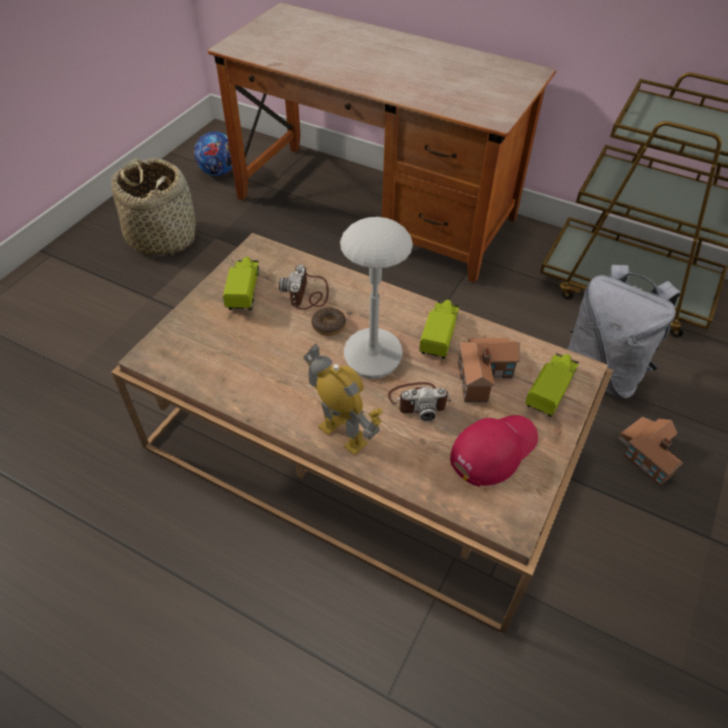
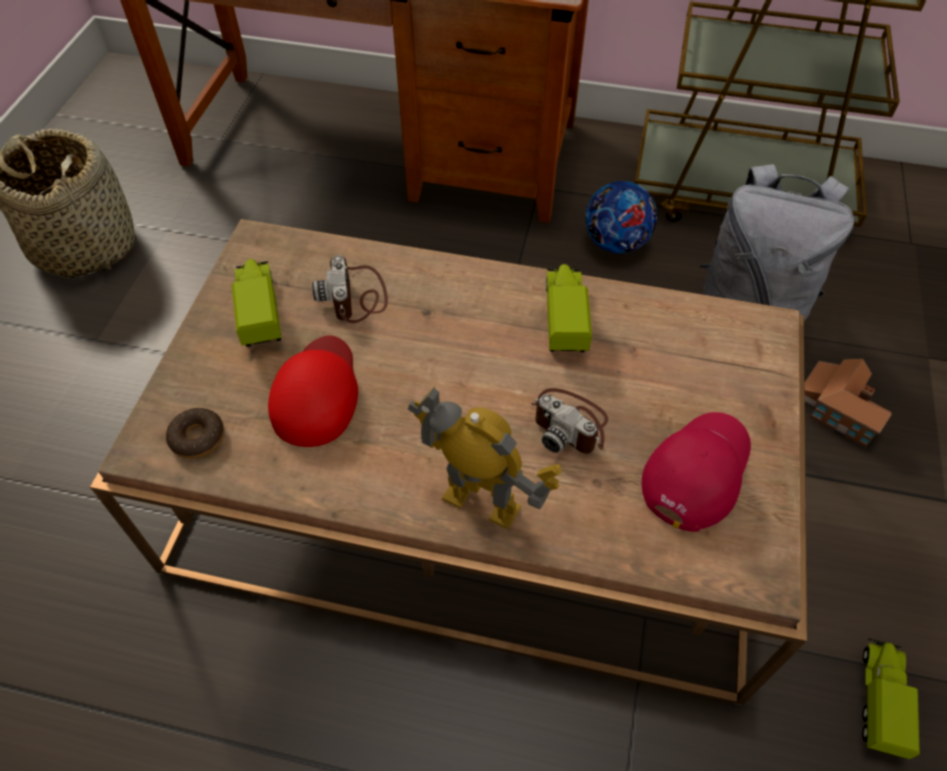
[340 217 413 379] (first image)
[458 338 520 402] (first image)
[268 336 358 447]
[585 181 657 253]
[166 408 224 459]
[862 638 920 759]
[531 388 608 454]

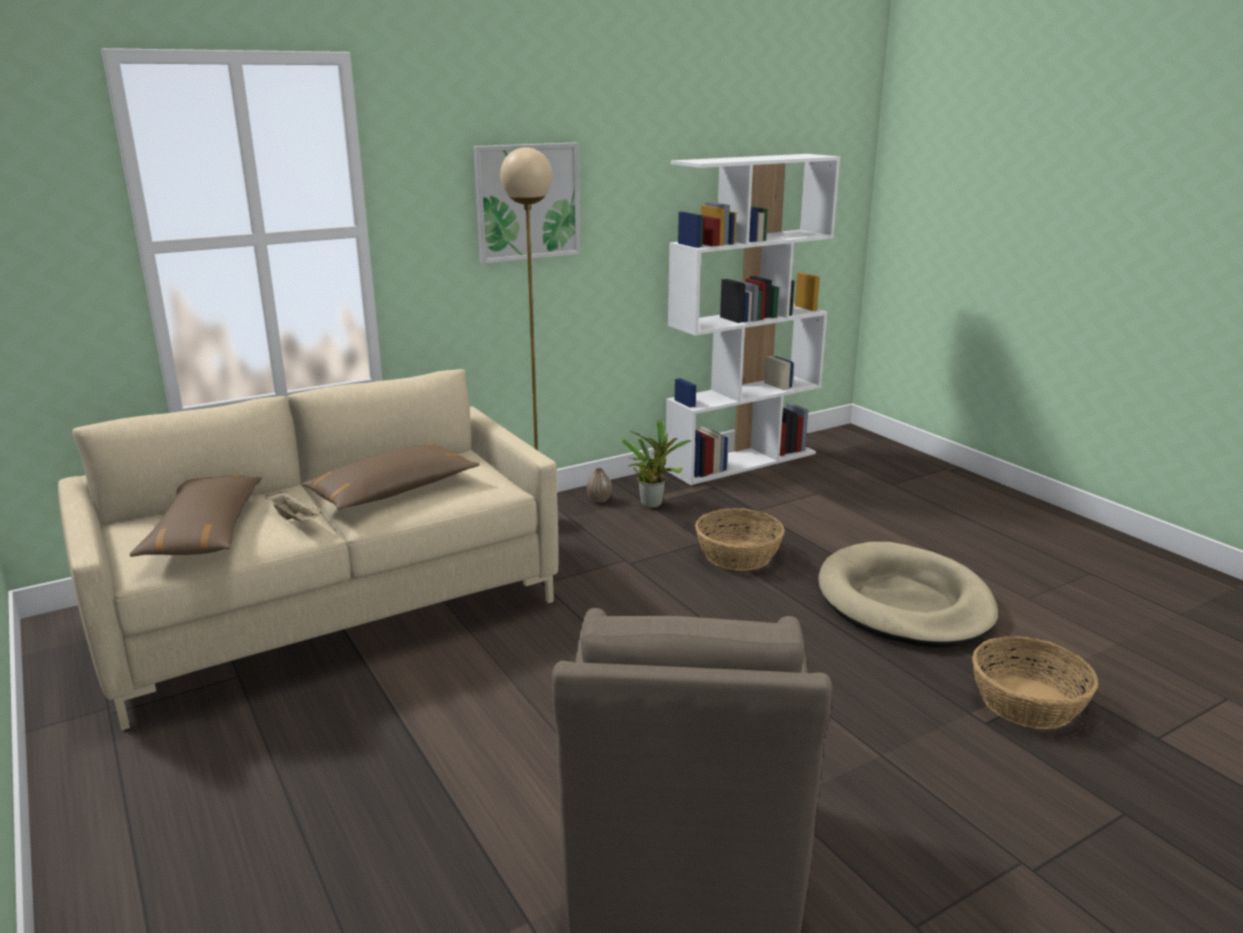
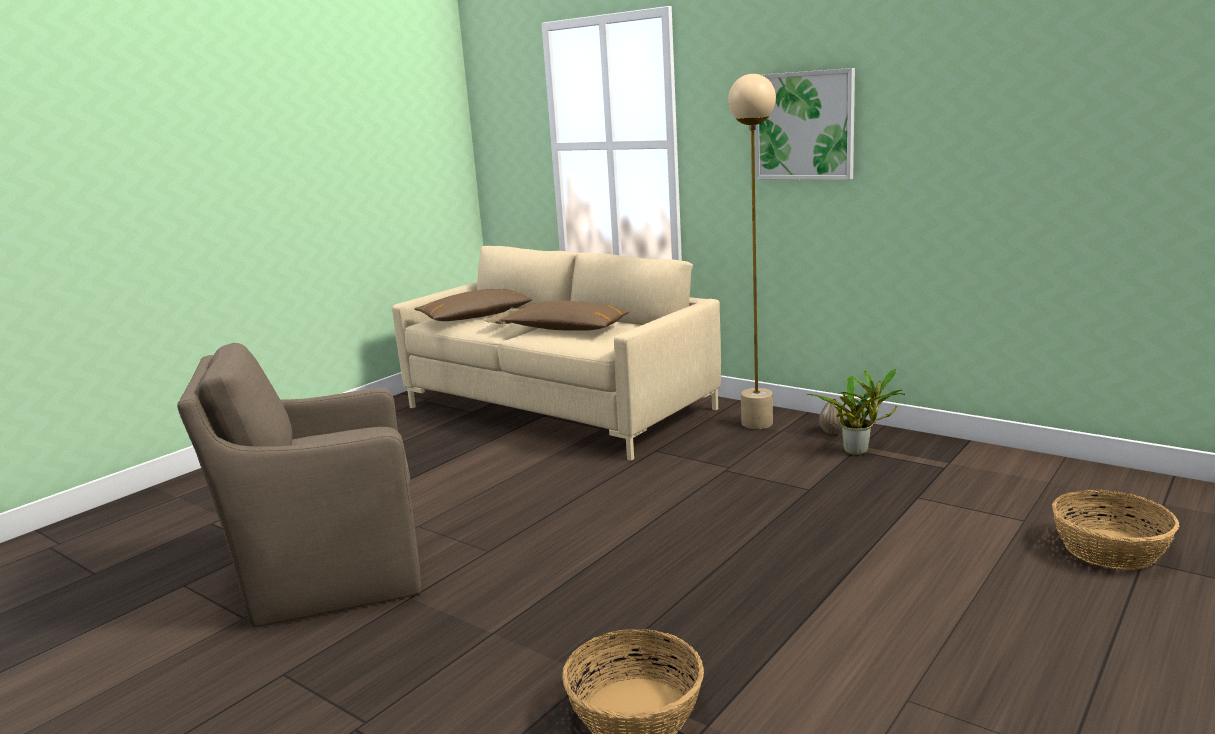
[665 154 840 485] (first image)
[818 542 998 647] (first image)
[1052 490 1179 570]

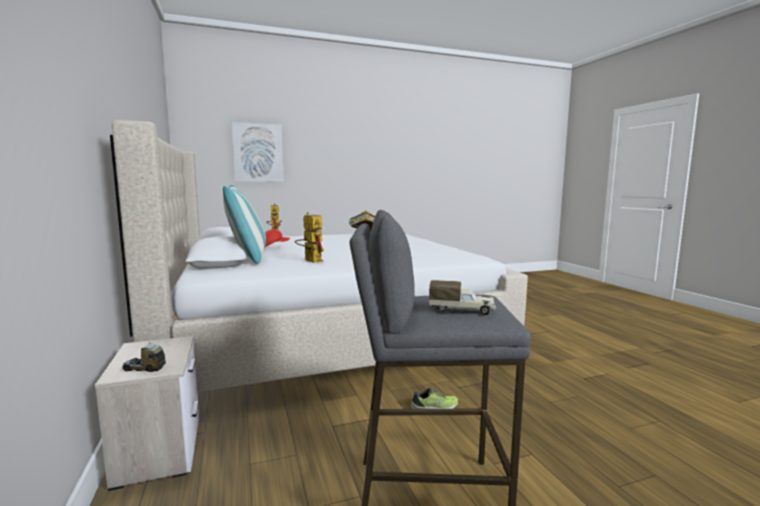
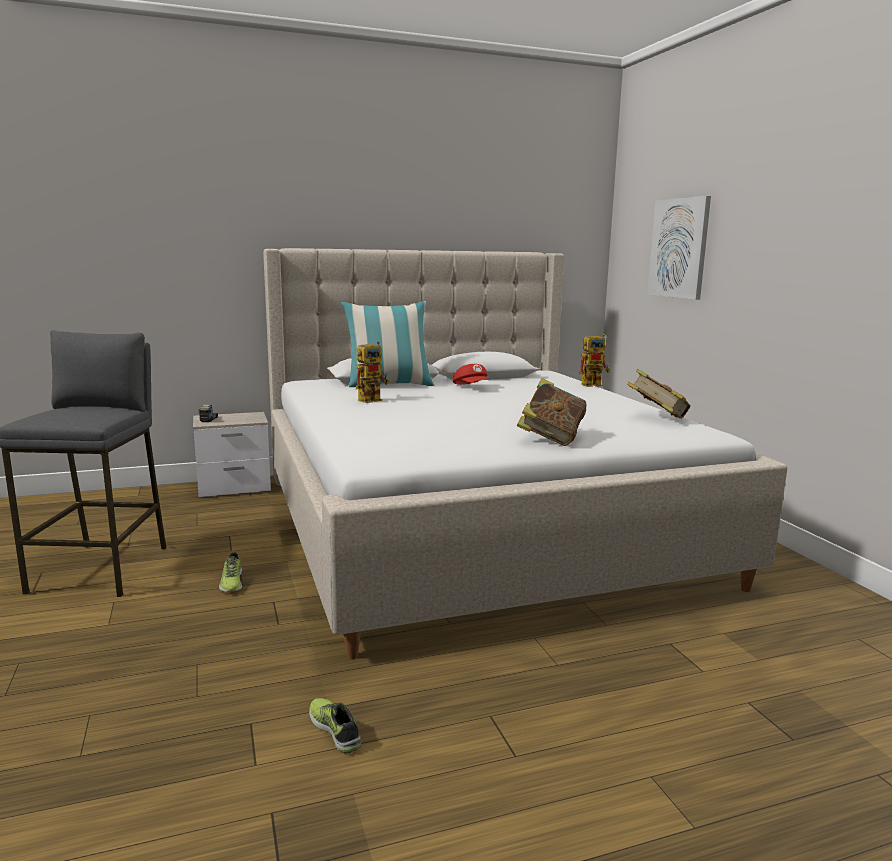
[429 280 496 315] (first image)
[309 698 361 753]
[517 378 587 446]

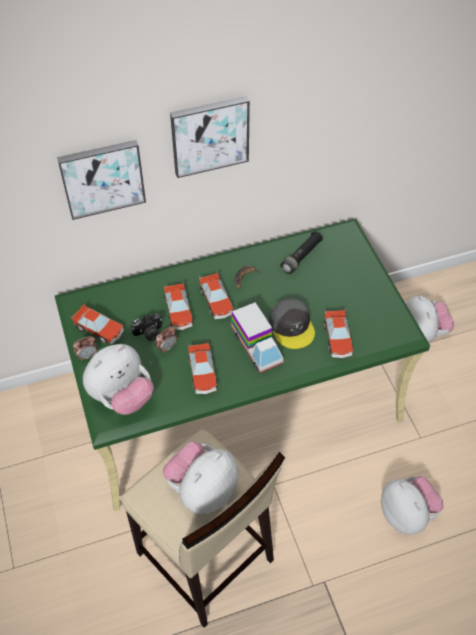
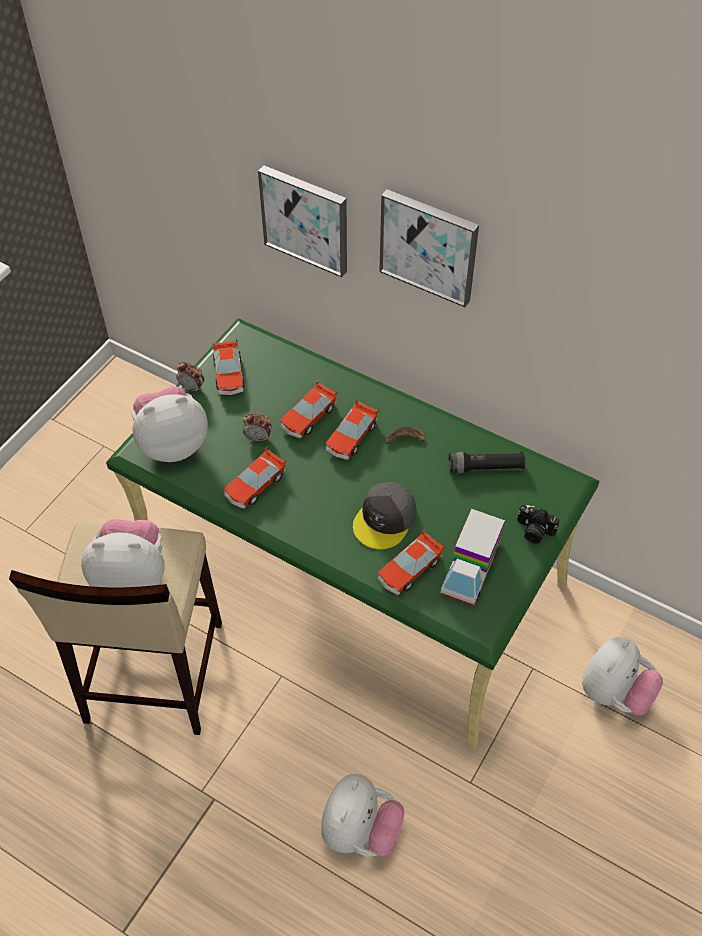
[517 505 560 544]
[440 509 505 606]
[132 386 208 462]

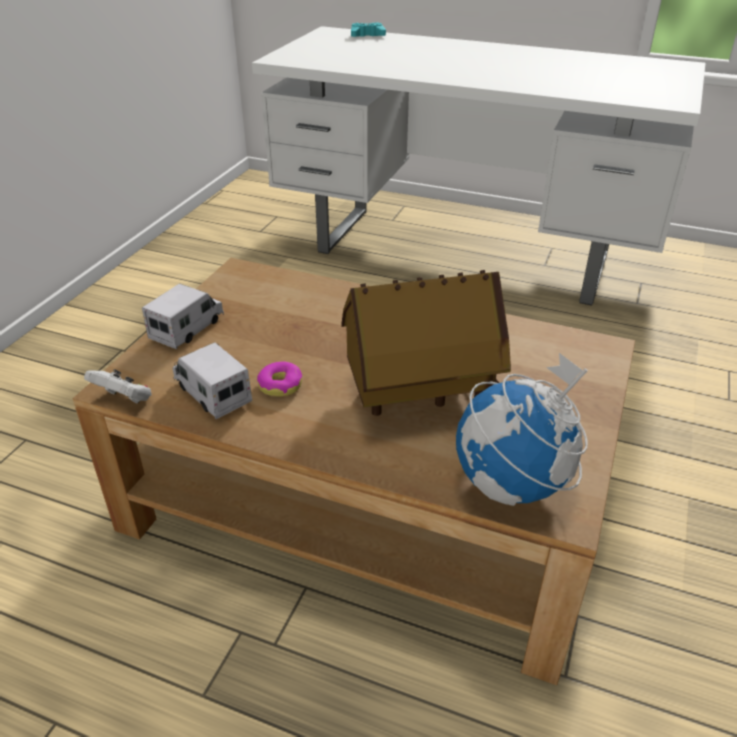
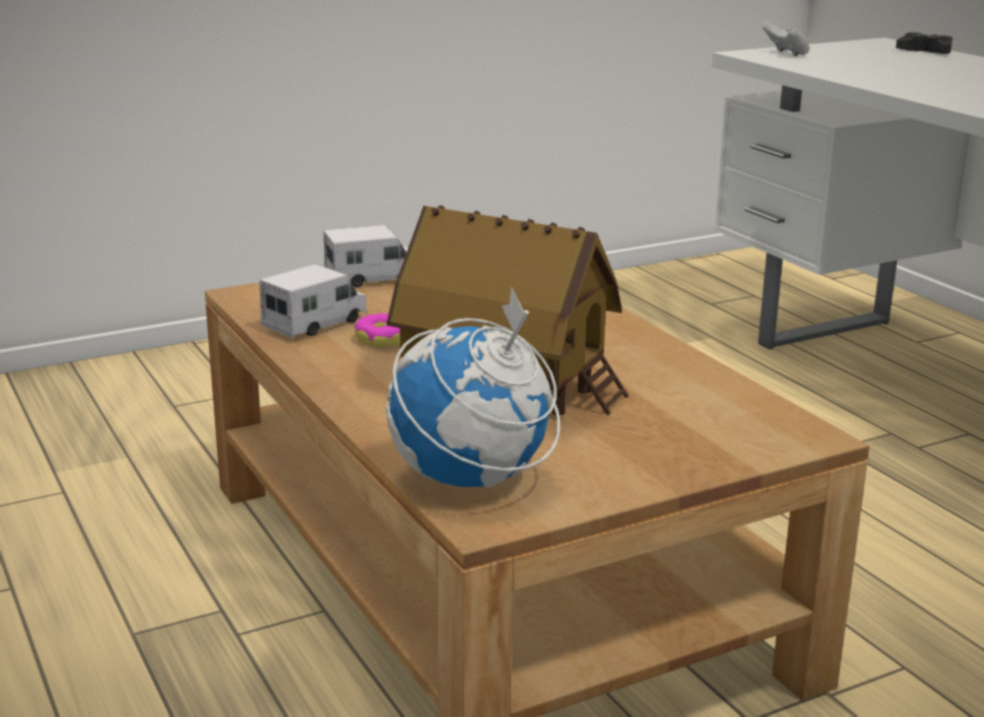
[762 21 810 56]
[896 32 953 54]
[259 264 367 338]

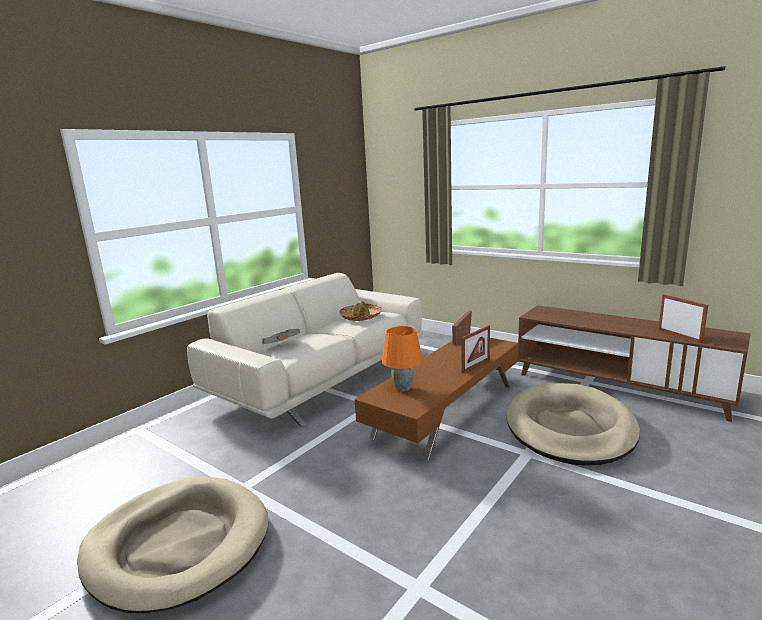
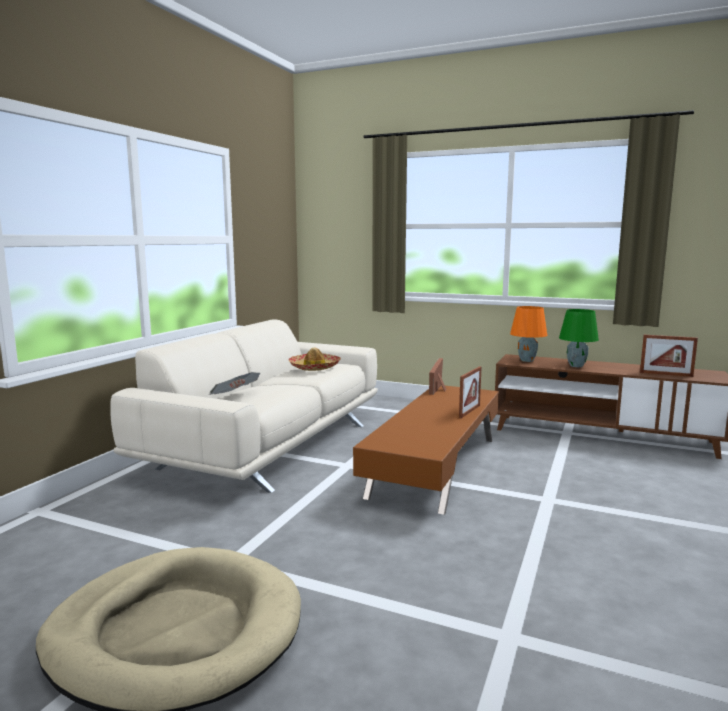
[507 383 640 465] (first image)
[559 309 599 367]
[510 306 547 362]
[640 335 698 377]

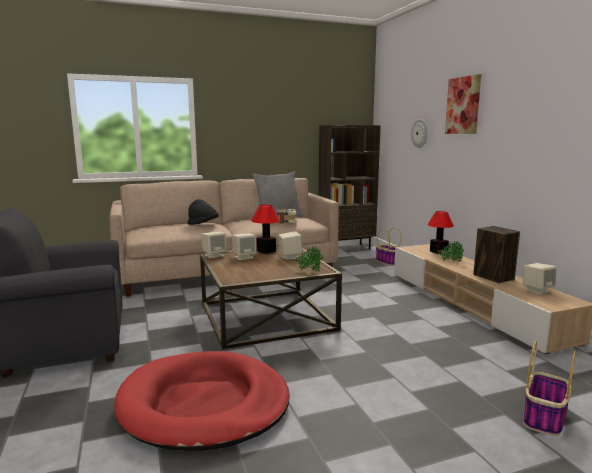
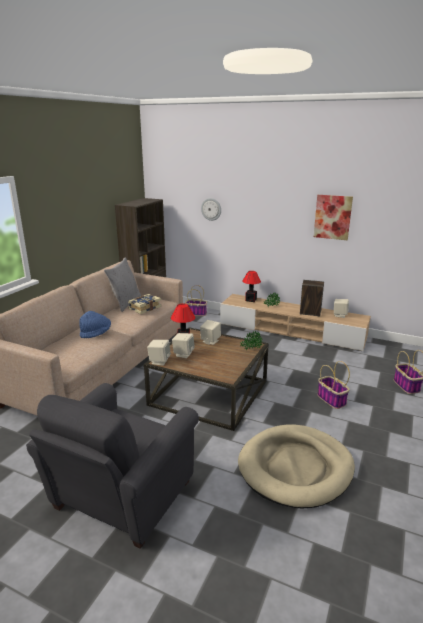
[317 361 350 409]
[314 195 353 240]
[238 424 355 508]
[79 311 111 338]

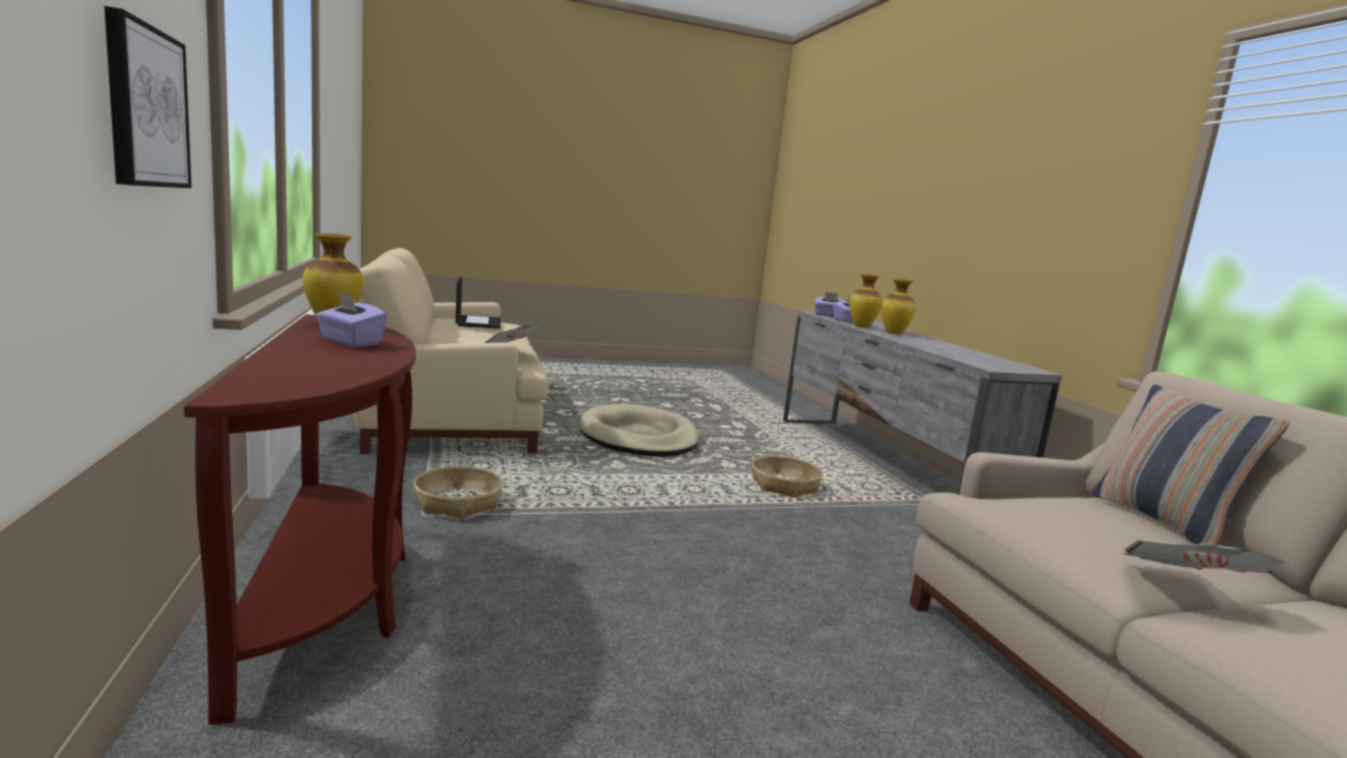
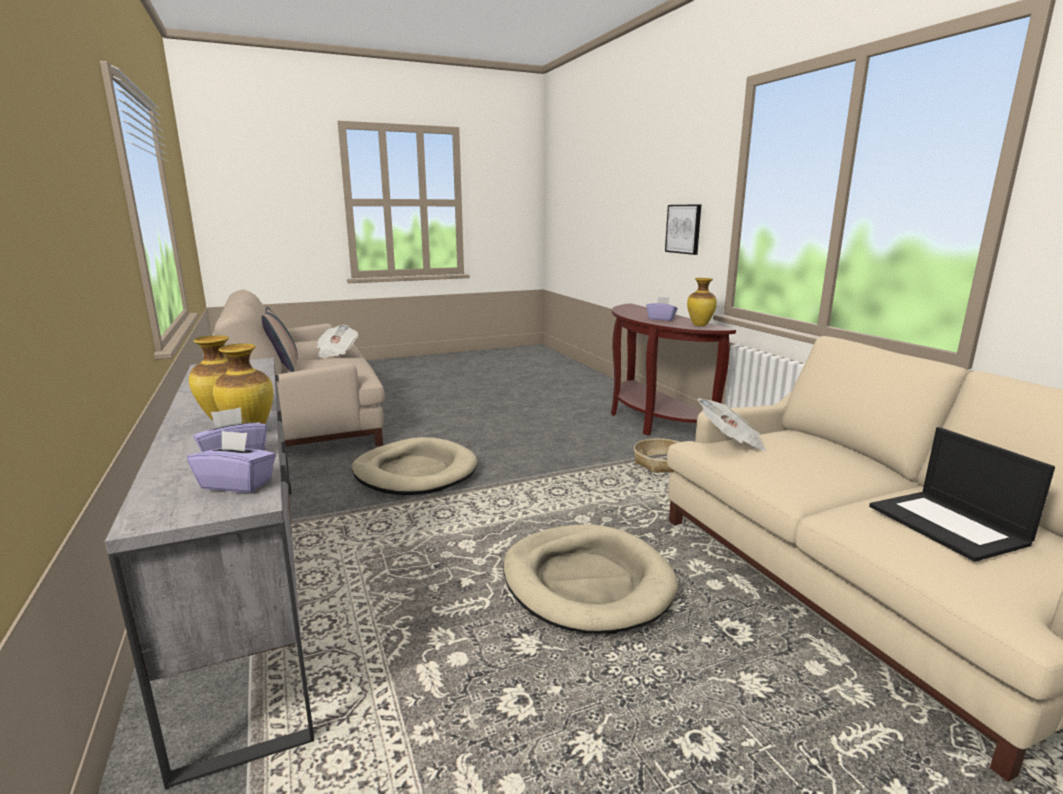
[752 456 823 498] (first image)
[352 437 477 495]

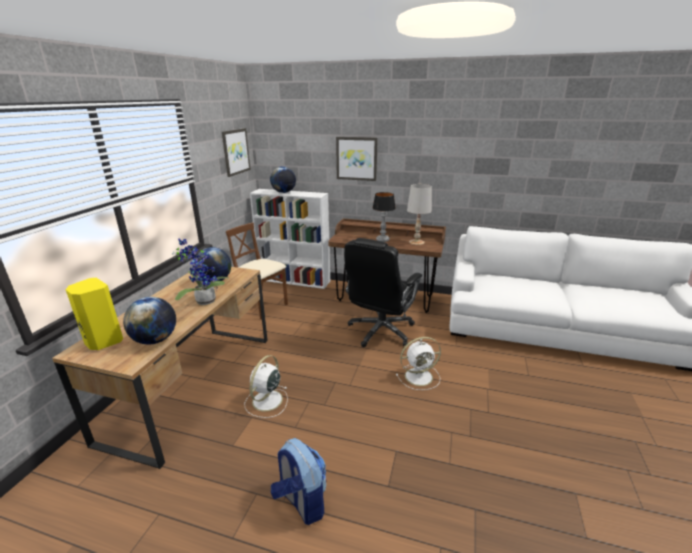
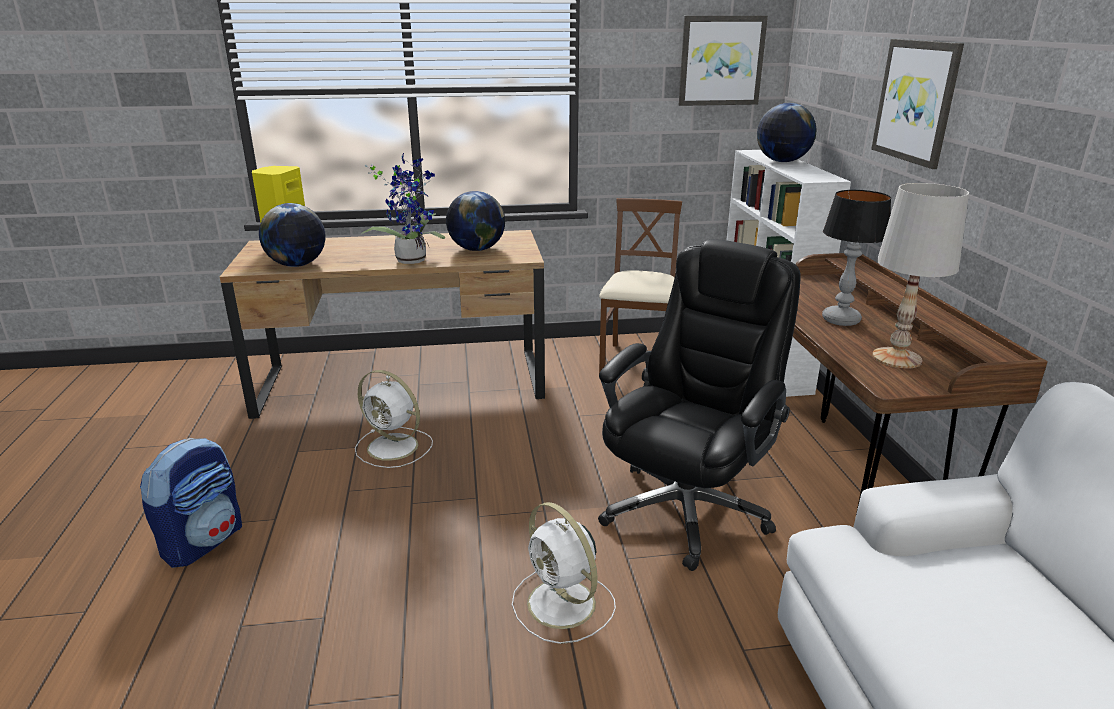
[355 370 433 468]
[598 239 801 571]

